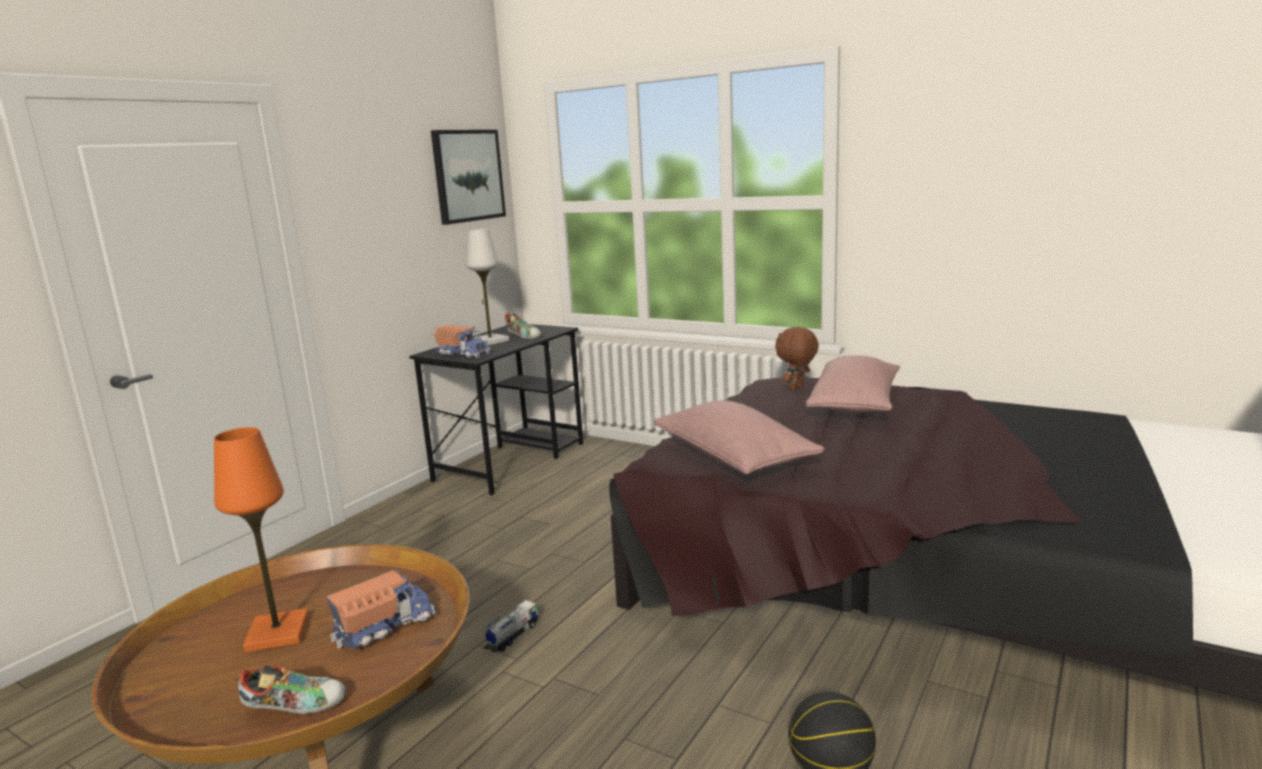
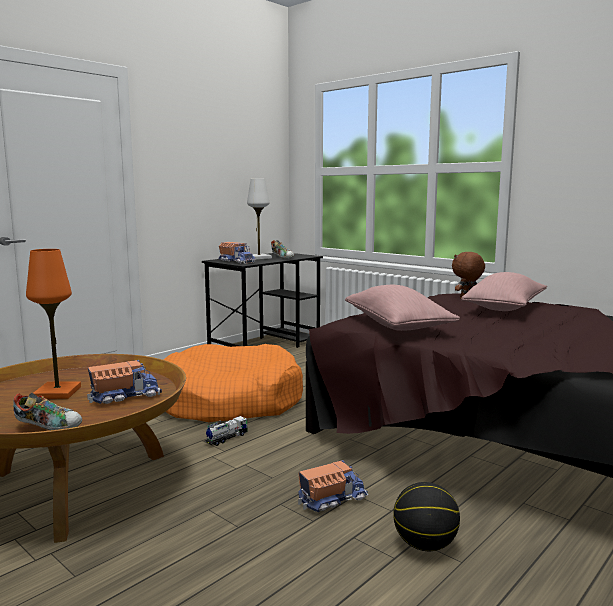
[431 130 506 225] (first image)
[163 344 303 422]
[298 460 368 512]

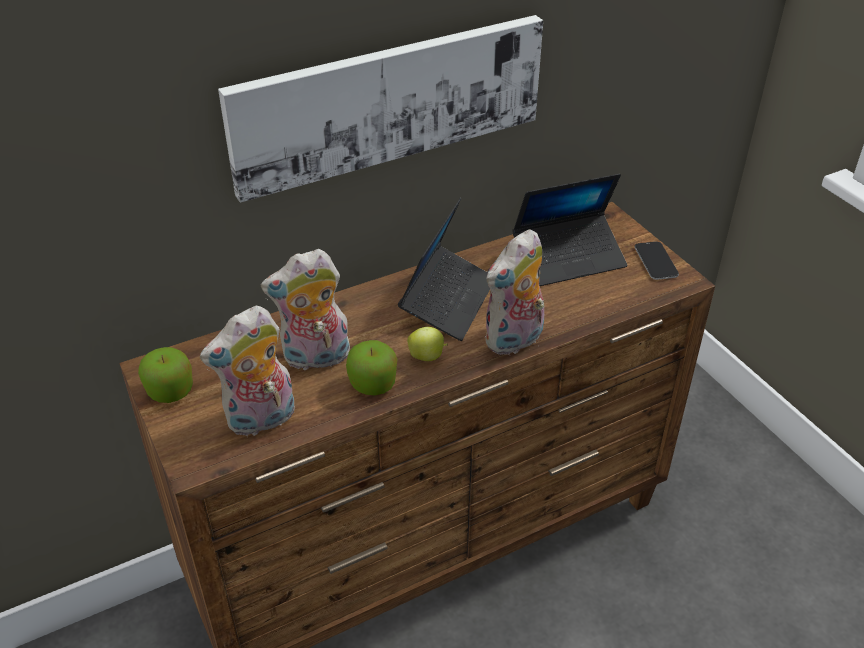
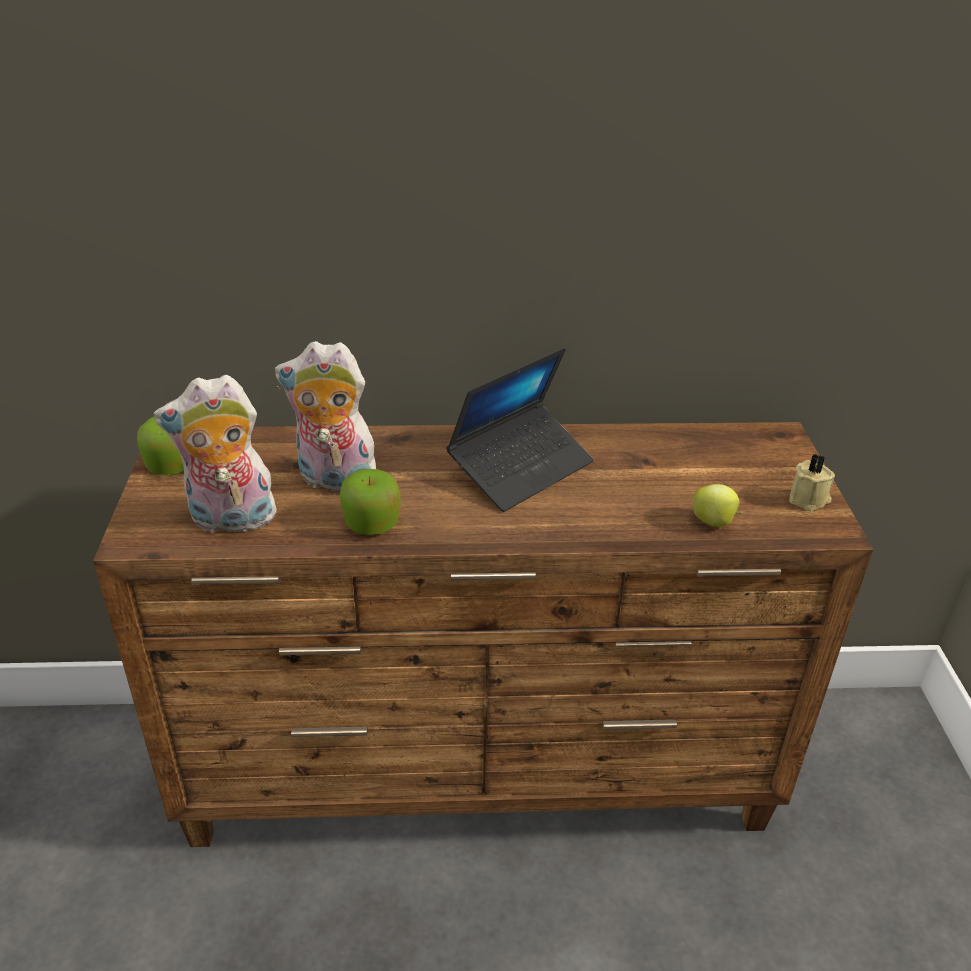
[218 15 543 203] (first image)
[485 229 544 355] (first image)
[512 174 627 286] (first image)
[693 484 743 527]
[789 454 835 511]

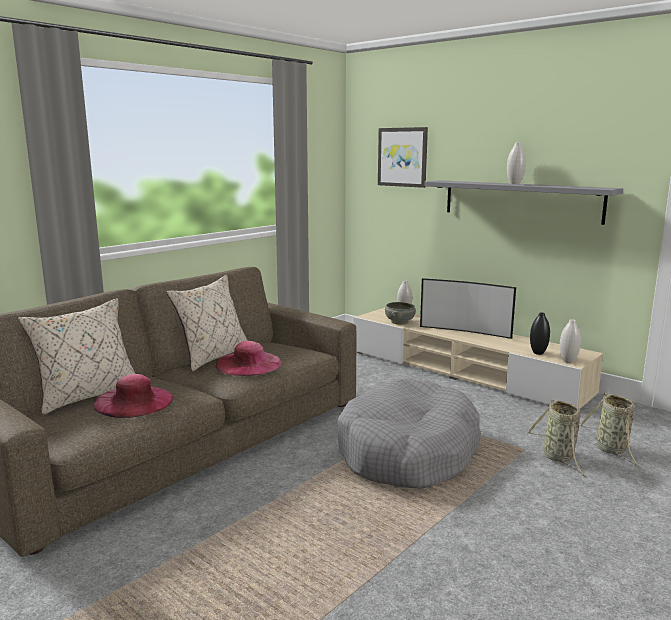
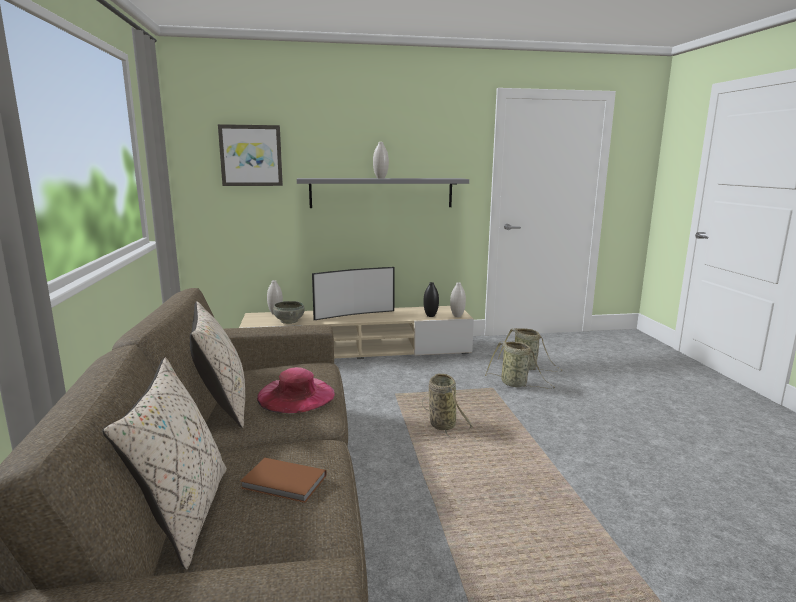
[240 458 327 503]
[422 373 473 438]

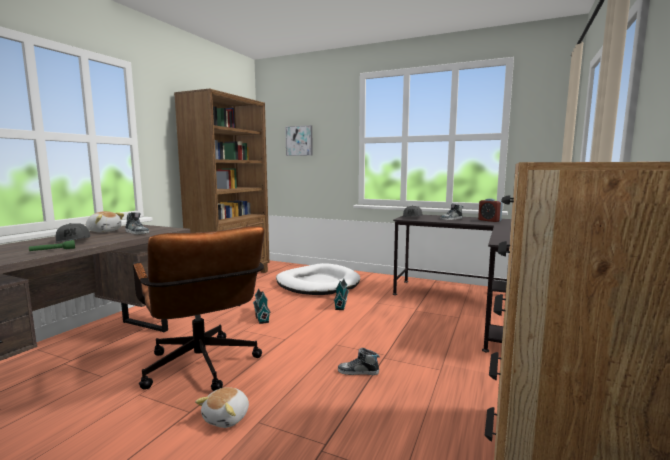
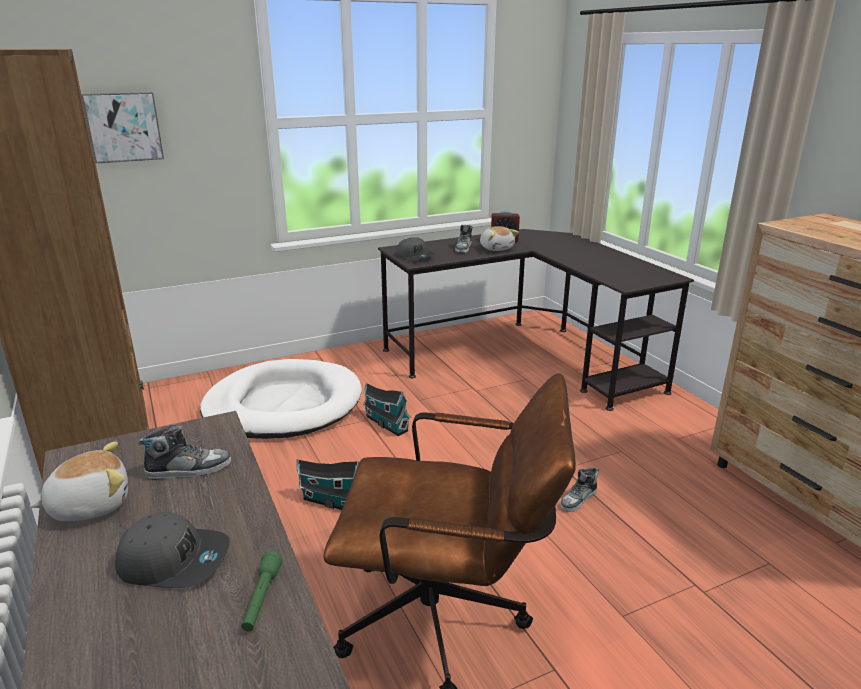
[480 226 519 251]

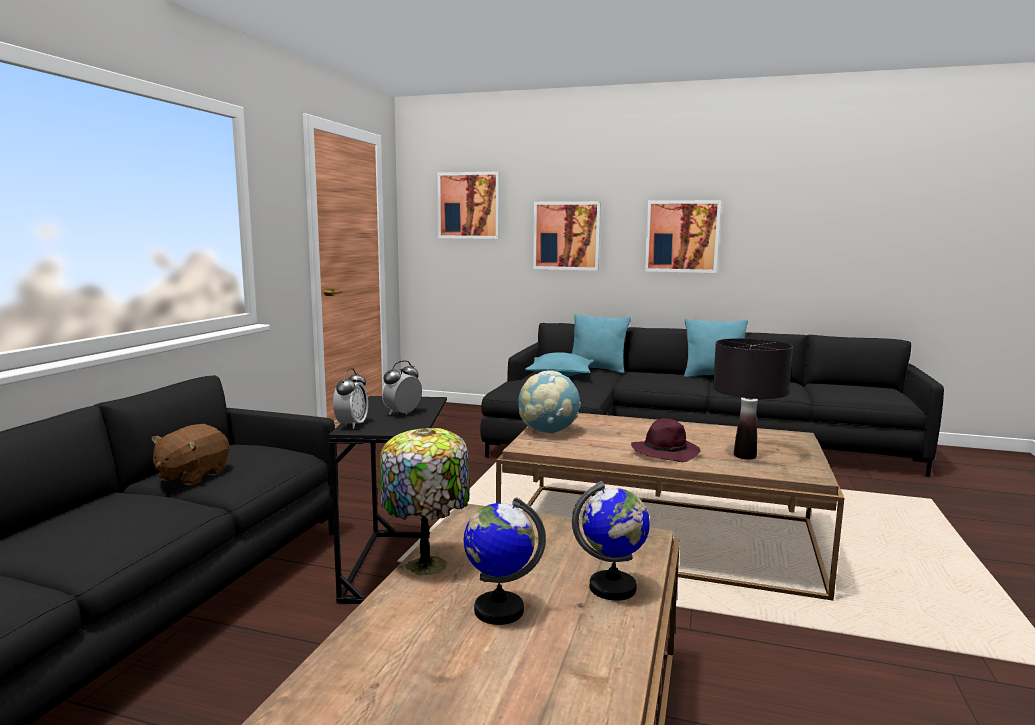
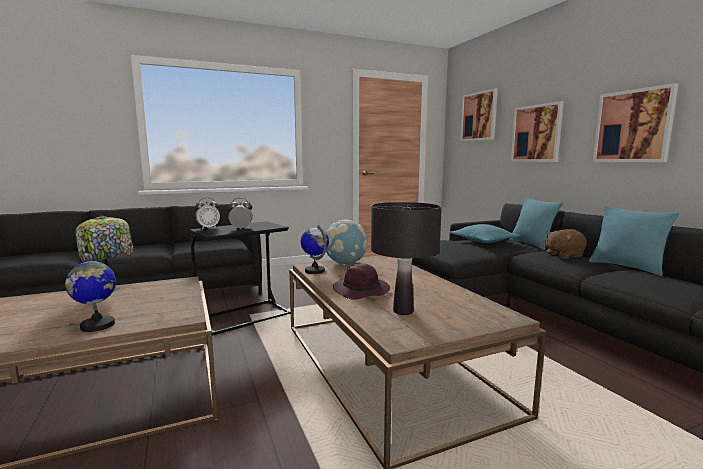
[546 229 587 259]
[301 225 329 274]

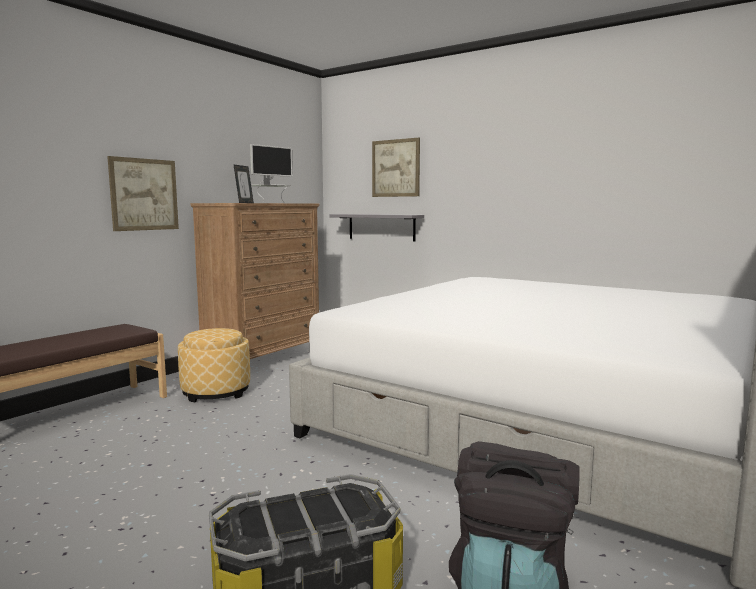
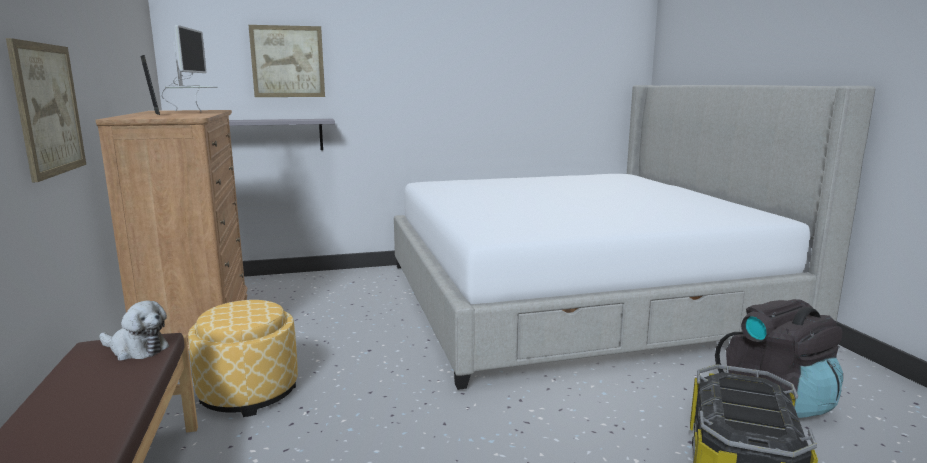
[99 300 169 361]

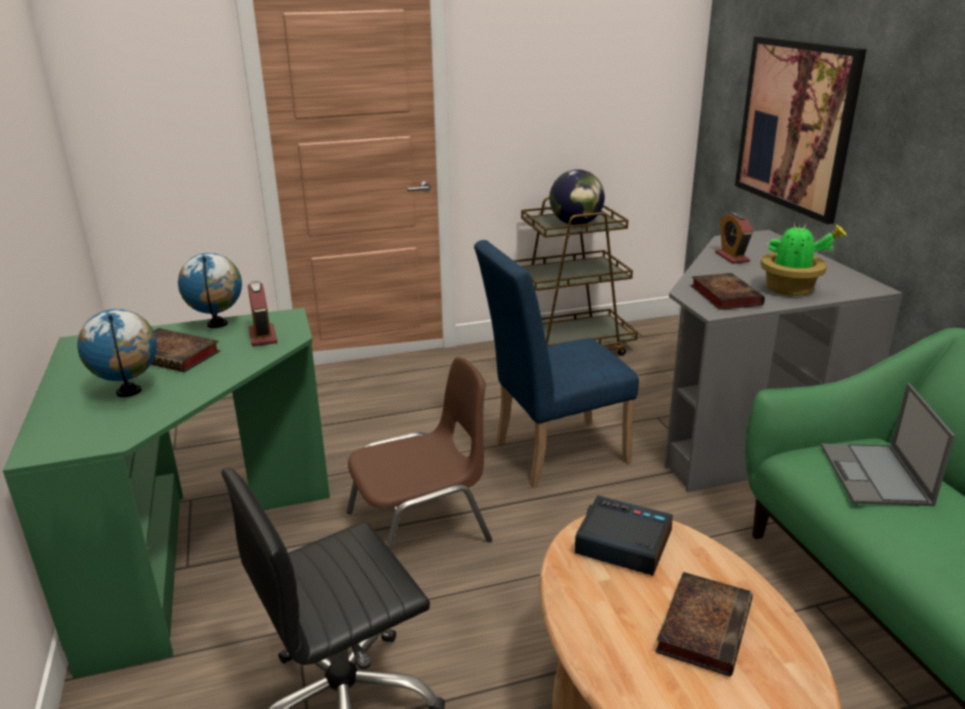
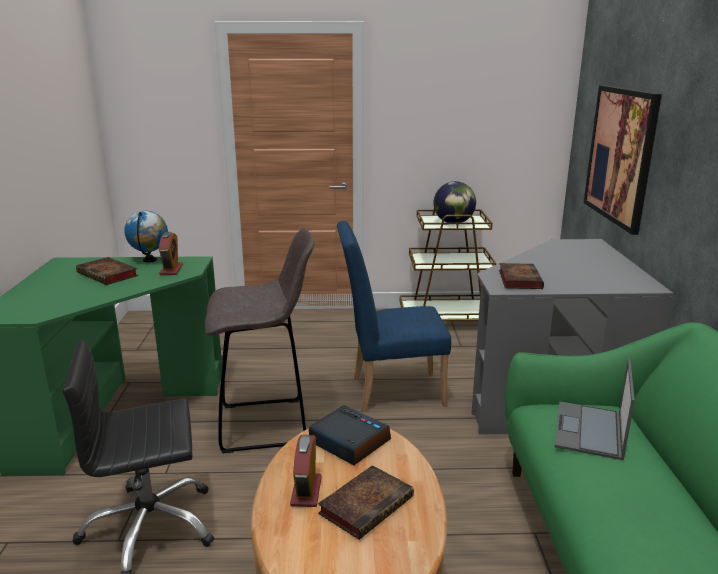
[77 309 157 397] (first image)
[761 222 847 296] (first image)
[290 435 322 507]
[205 228 314 453]

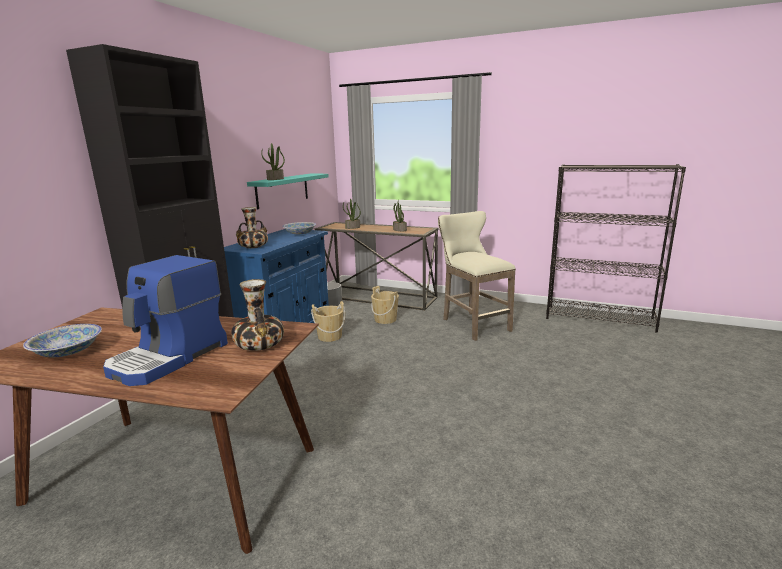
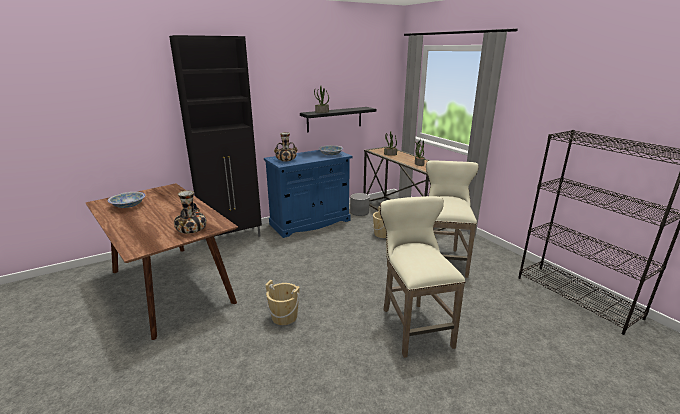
[103 255 228 386] (first image)
[380 196 465 358]
[265 280 300 325]
[300 107 376 133]

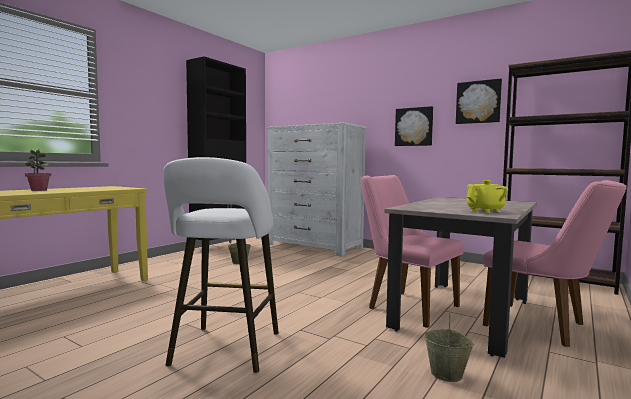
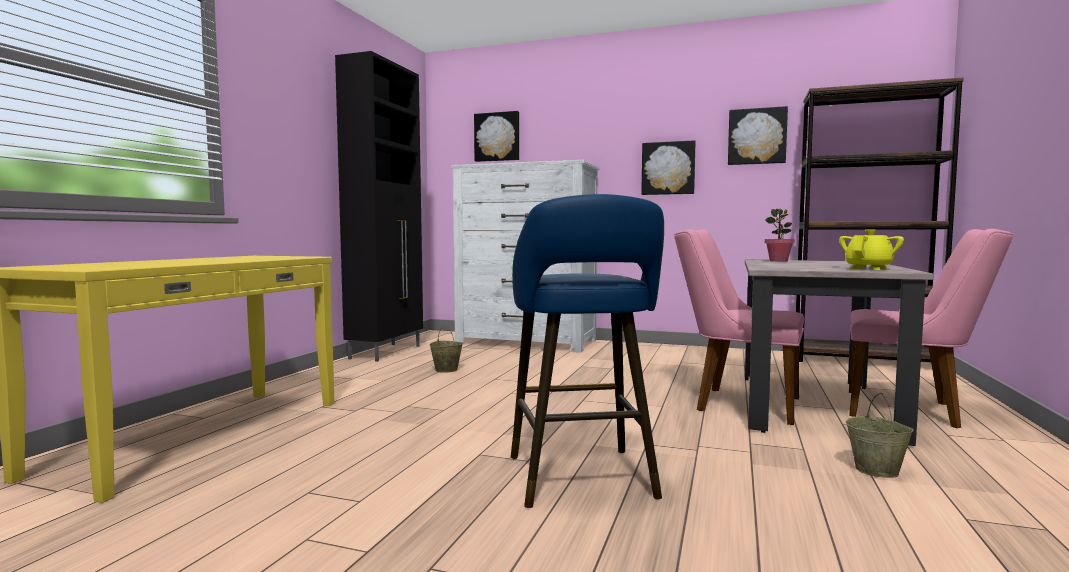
[474 111 519 162]
[765 208 795 262]
[511 194 664 508]

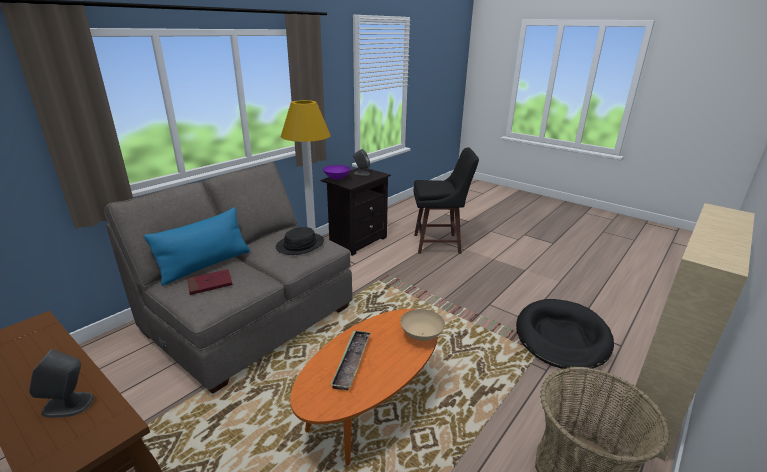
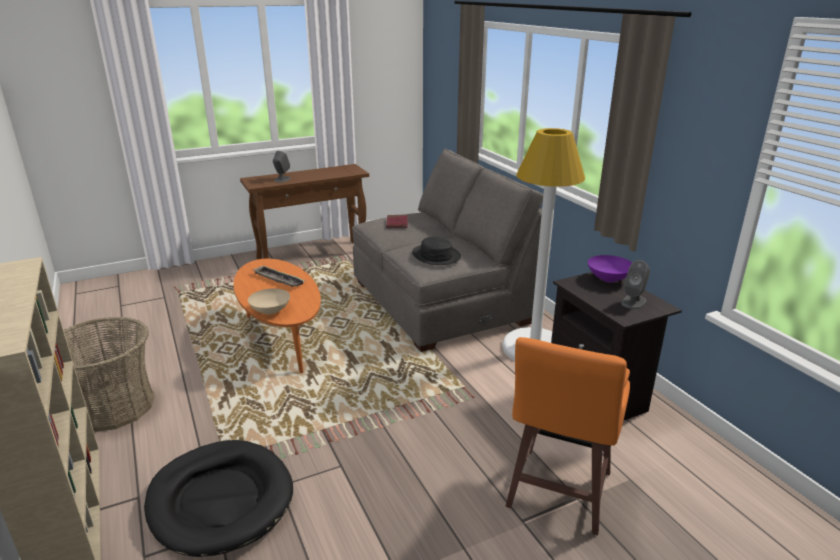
[144 207 250 286] (first image)
[505 337 630 536]

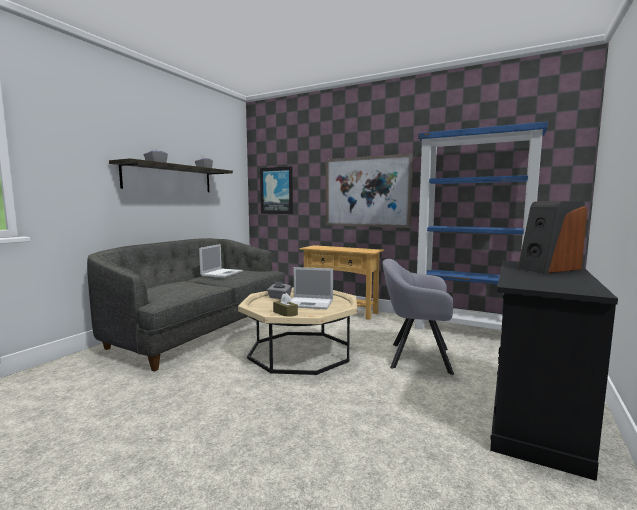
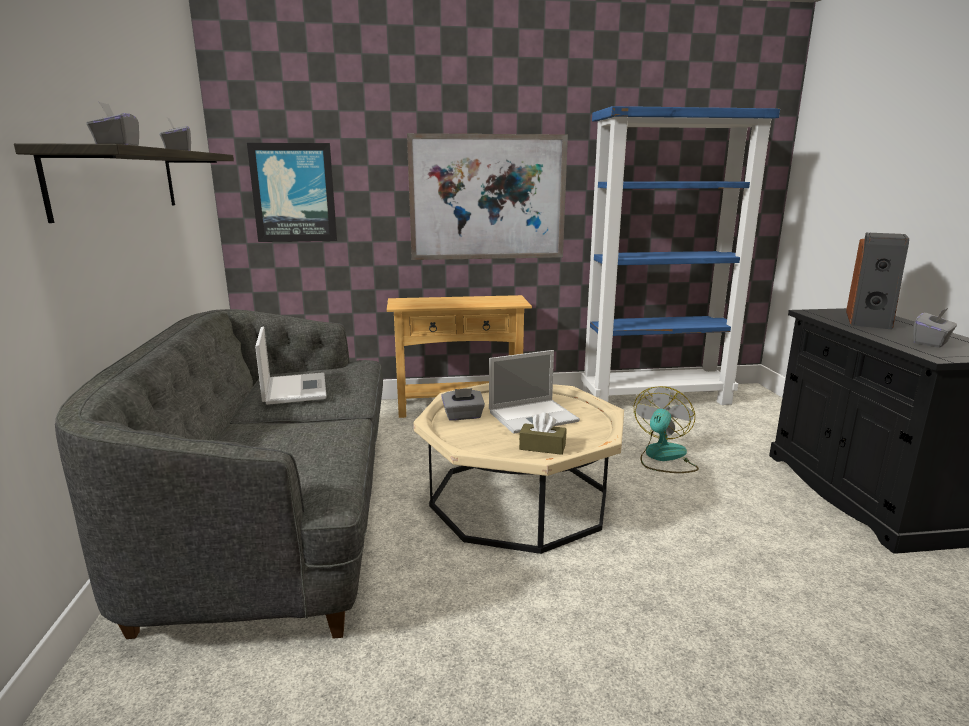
[913 308 957 348]
[634 386 699 473]

